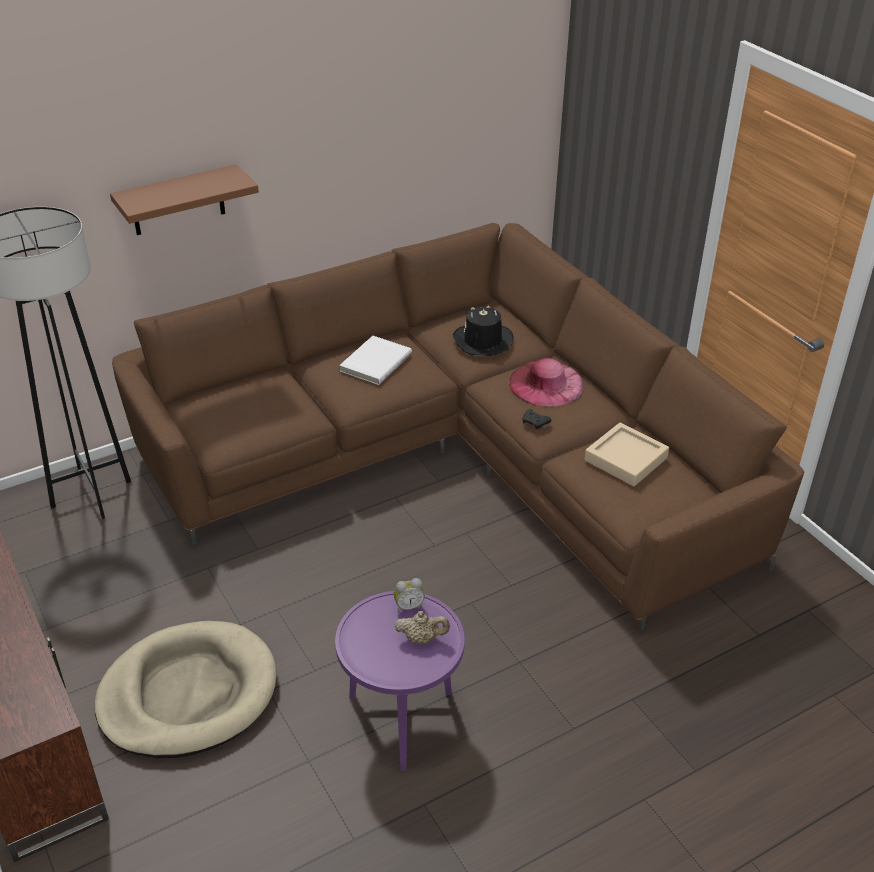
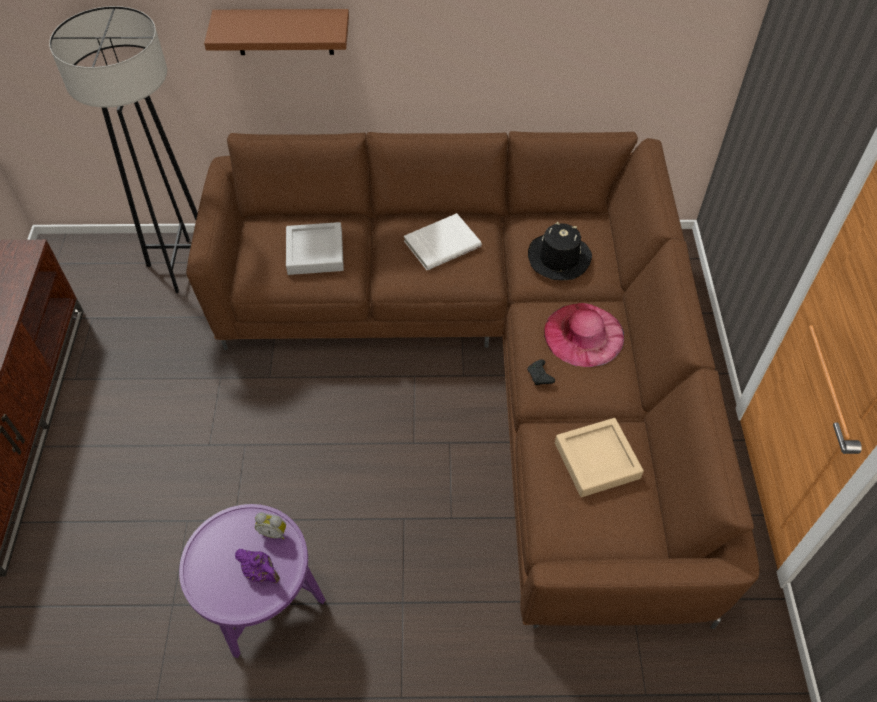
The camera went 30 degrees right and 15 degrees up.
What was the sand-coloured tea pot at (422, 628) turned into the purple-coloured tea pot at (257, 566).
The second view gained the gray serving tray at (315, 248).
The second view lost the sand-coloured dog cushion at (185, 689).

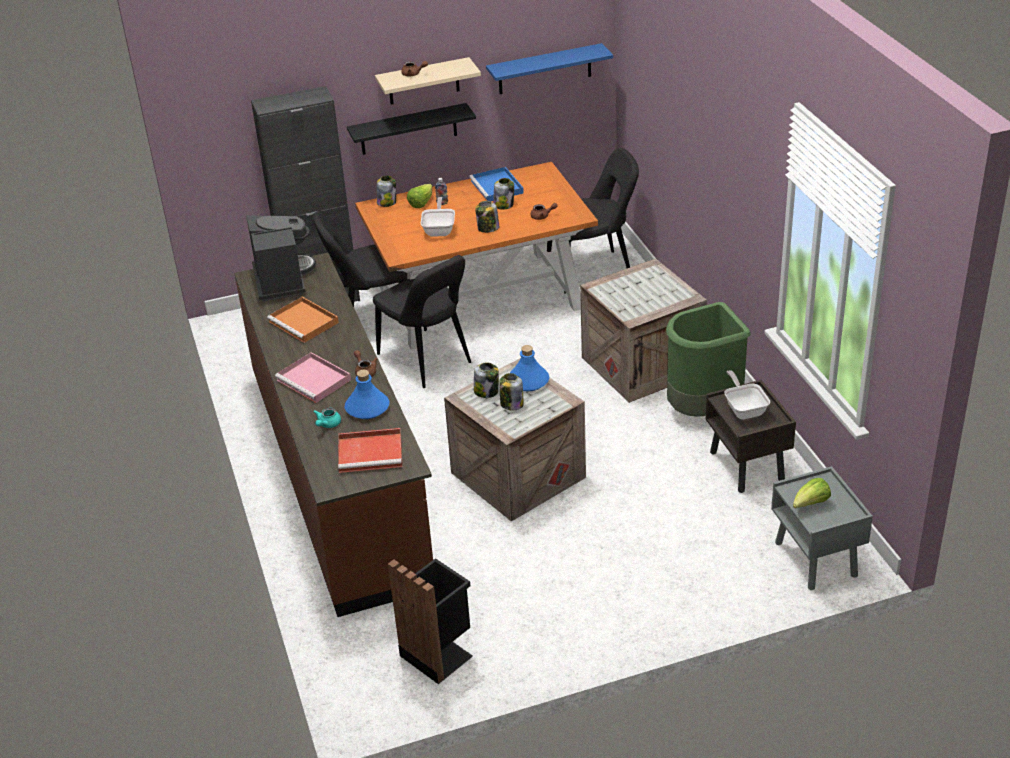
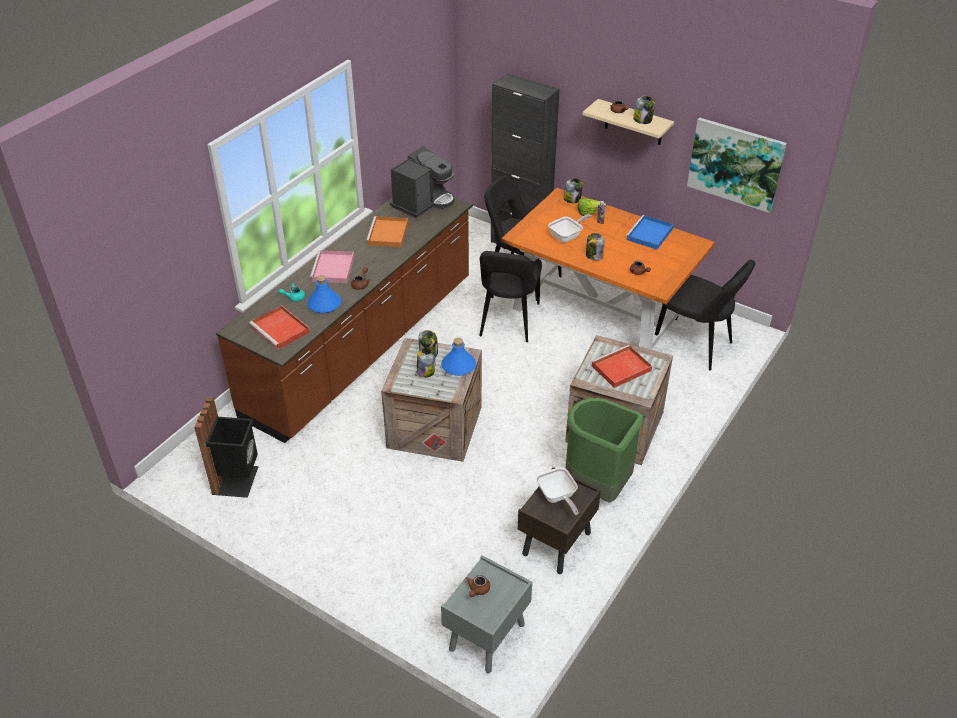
The camera went 50 degrees right and 5 degrees up.
Where the lettuce head stood at (812, 493), the brown-coloured tea pot came to stand at (477, 586).
The pan at (747, 395) ended up facing another way, 120 degrees clockwise from before.
The second view gained the red serving tray at (621, 366).
The preserve jar ended up elsewhere, having gone from (503, 194) to (644, 110).
Where the blue-coloured wall shelf hung at (549, 68), the wall picture came to hang at (737, 165).
The second view lost the blackish wall shelf at (411, 129).

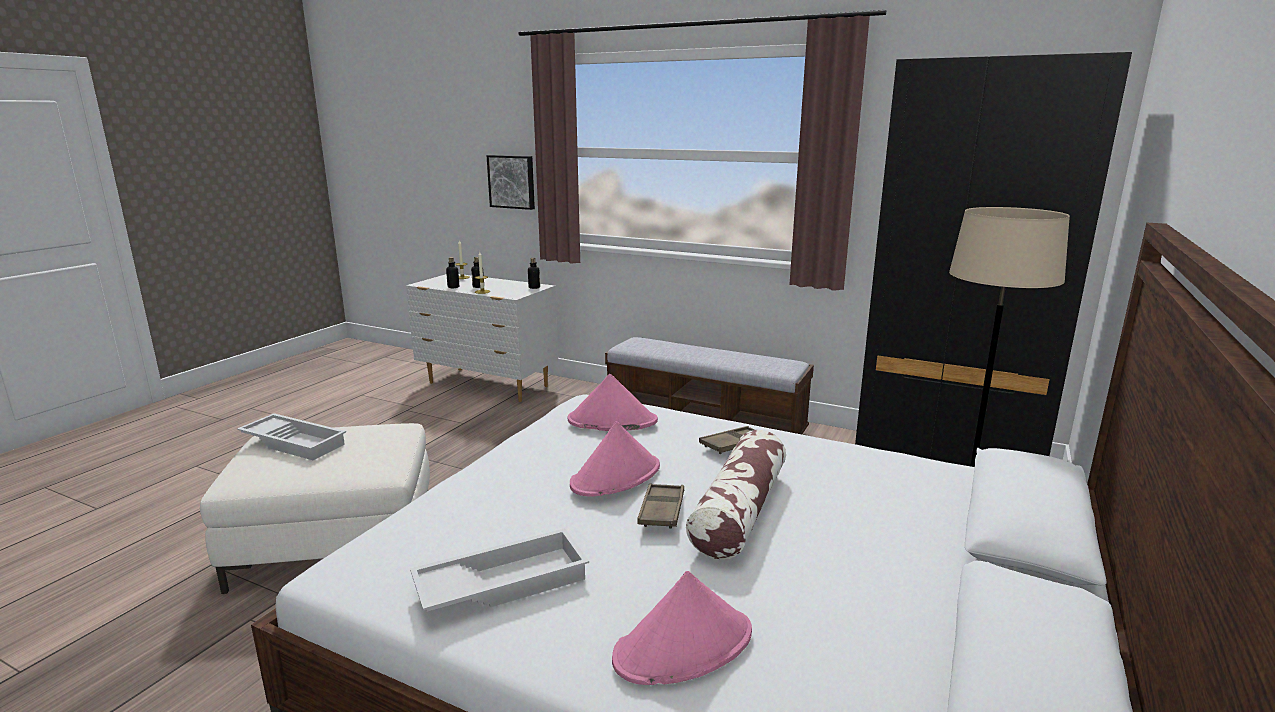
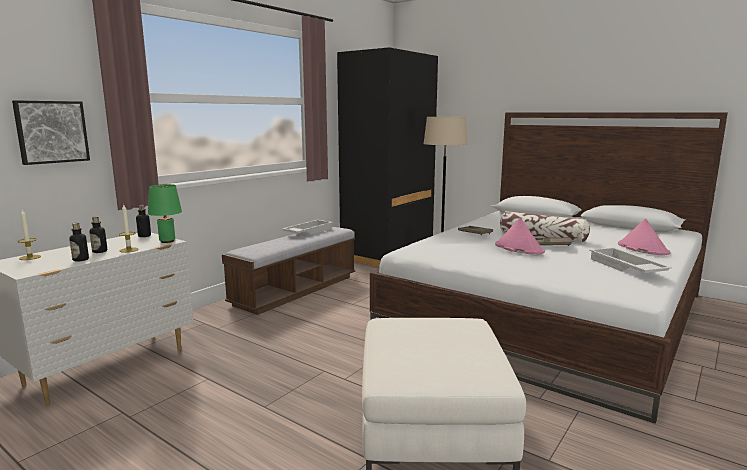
The camera went 80 degrees left and 5 degrees down.
The second view gained the green-coloured lamp for a table at (165, 213).
The white serving tray ended up elsewhere, having gone from (291, 436) to (307, 227).
The second view lost the pink clothing hat at (612, 402).

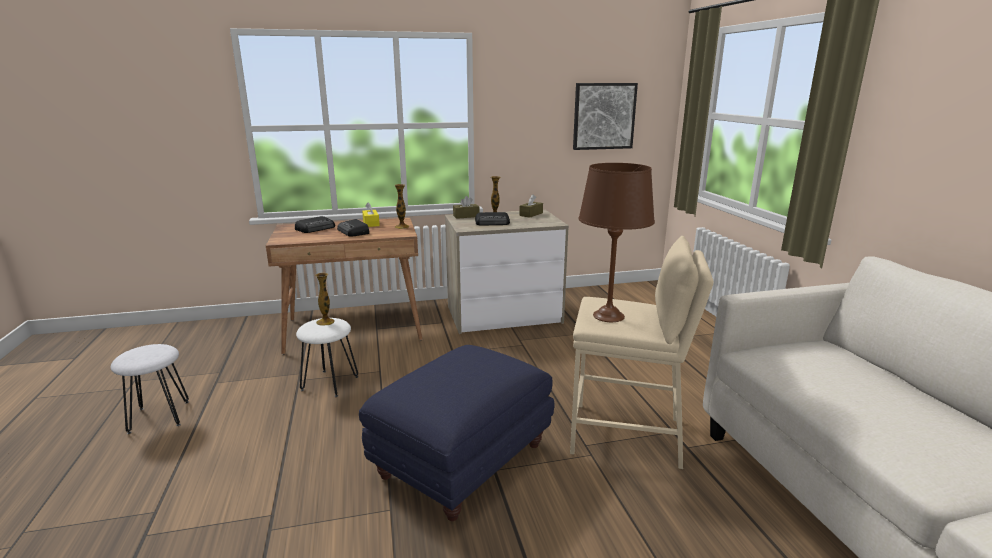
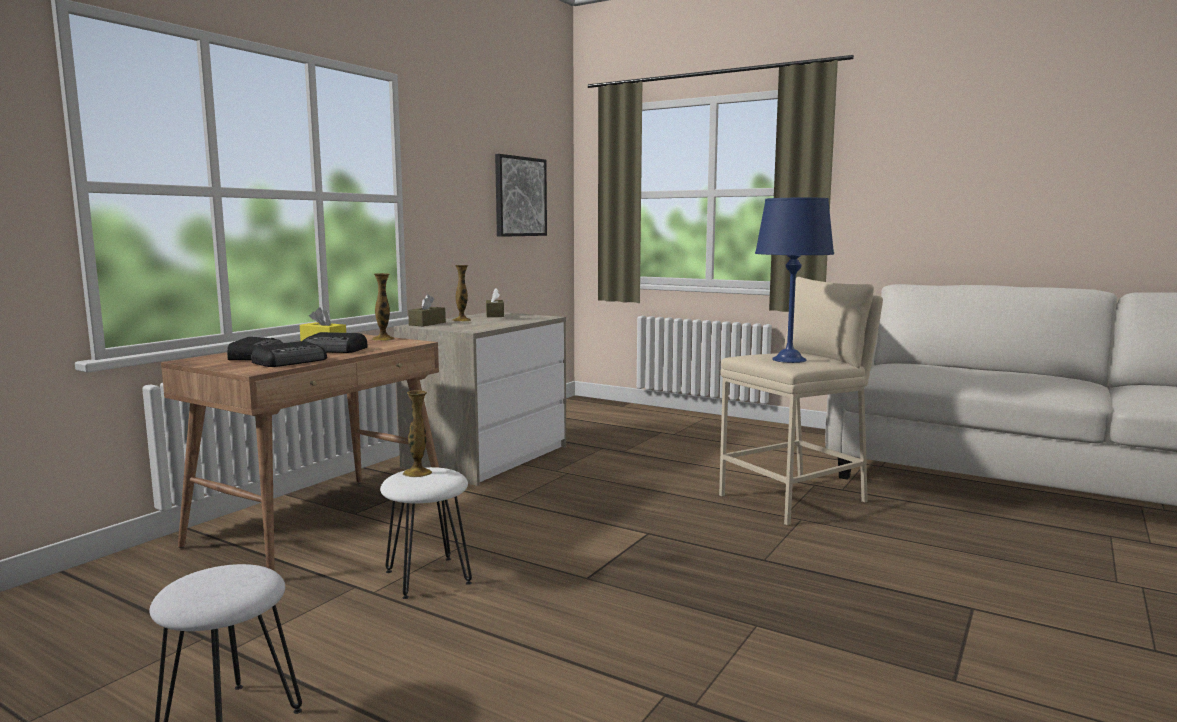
The camera went 45 degrees left and 10 degrees down.
The radio receiver ended up elsewhere, having gone from (492, 218) to (289, 354).
What was the brown-coloured lamp for a table at (616, 242) turned into the blue-coloured lamp for a table at (794, 280).
The second view lost the blue-coloured footrest at (457, 433).

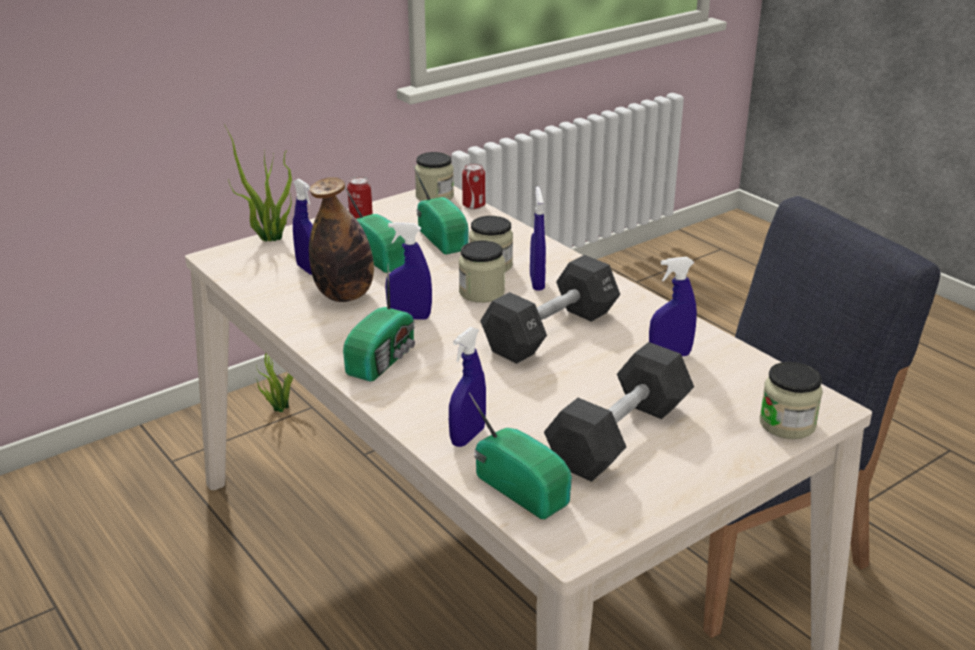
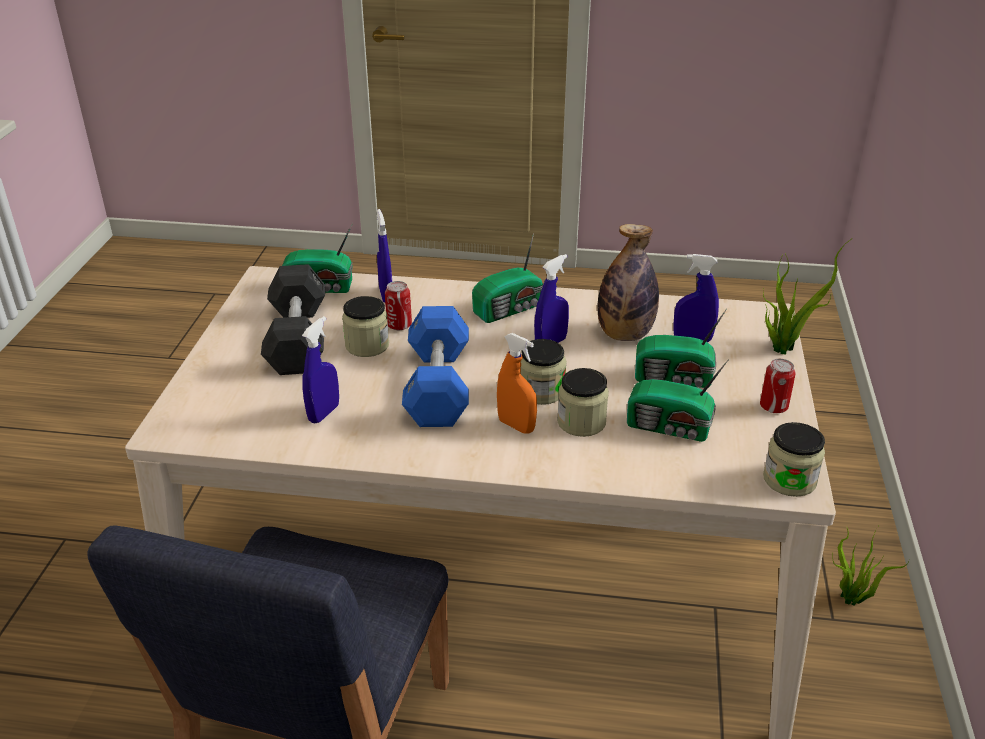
The camera went 135 degrees right and 5 degrees up.
The preserve jar ended up elsewhere, having gone from (791, 400) to (365, 326).
The can ended up elsewhere, having gone from (473, 186) to (398, 305).
What was the blackish hand weight at (550, 309) turned into the blue-coloured hand weight at (435, 366).
The radio receiver at (379, 323) ended up facing another way, 105 degrees counterclockwise from before.
What was the blue-coloured sprayer at (538, 238) turned into the orange sprayer at (517, 383).

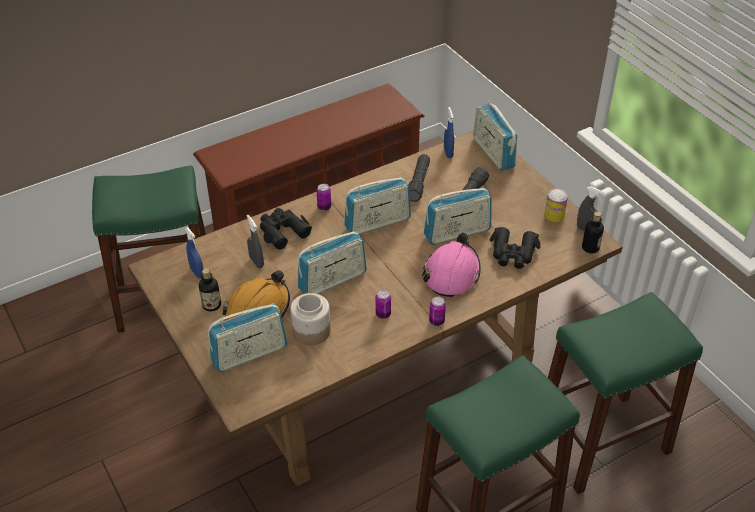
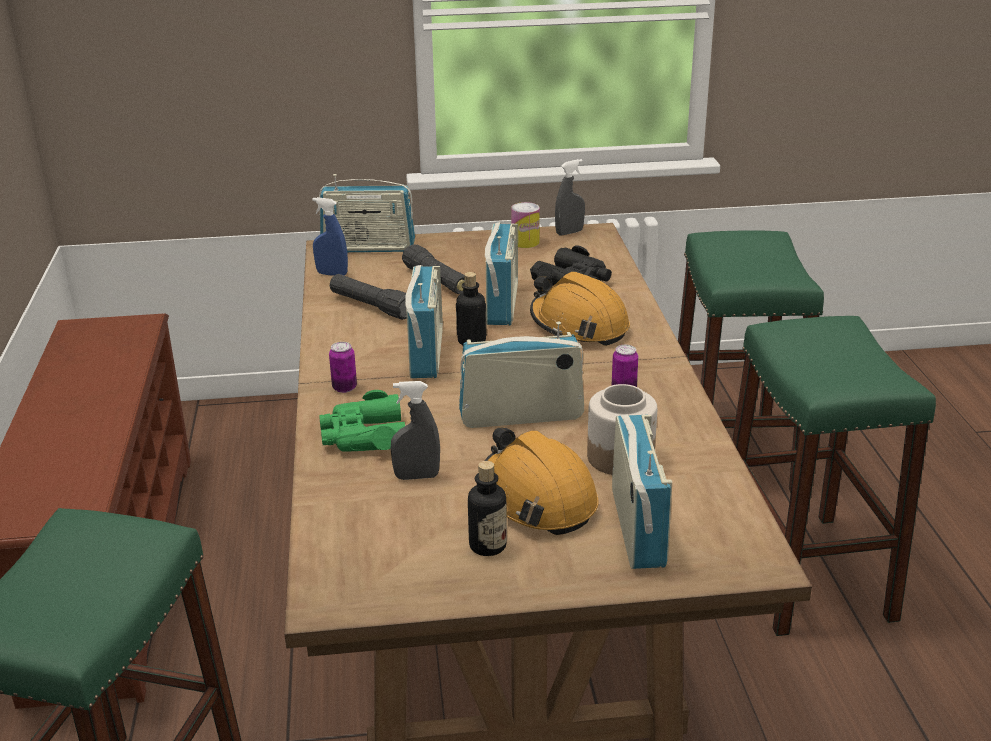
The camera went 65 degrees left and 15 degrees down.
What was the blackish binoculars at (286, 229) turned into the green-coloured binoculars at (362, 421).
The bottle ended up elsewhere, having gone from (593, 232) to (471, 308).
The radio receiver at (332, 262) ended up facing another way, 90 degrees counterclockwise from before.
What was the pink hard hat at (451, 265) turned into the orange hard hat at (580, 309).
The second view lost the blue-coloured sprayer at (194, 252).
The second view lost the can at (437, 311).

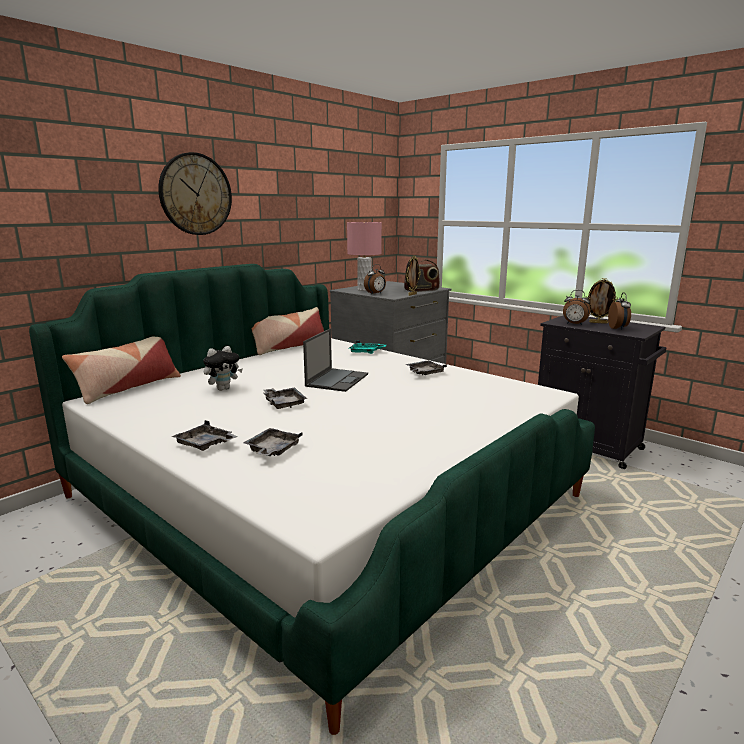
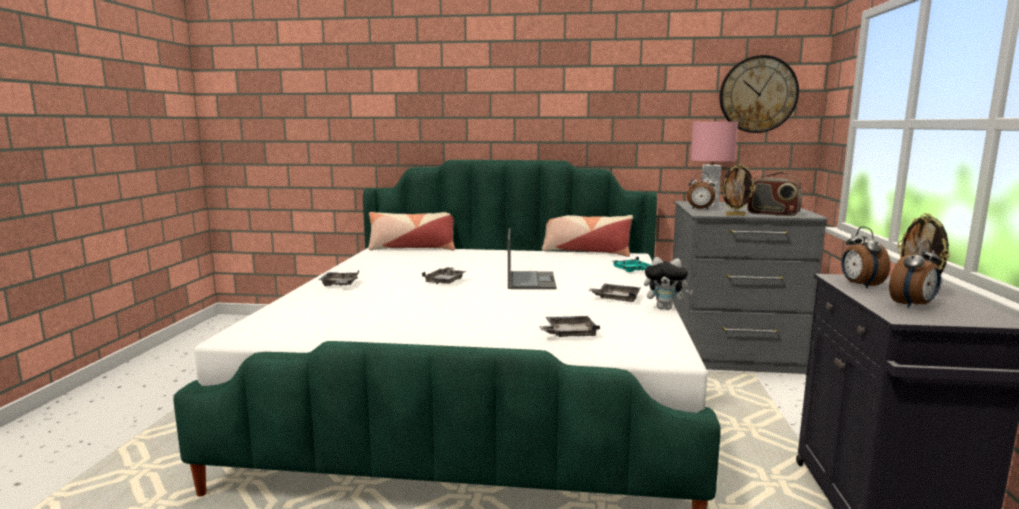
The camera went 55 degrees right and 5 degrees down.
The portable computer at (335, 360) ended up facing another way, 75 degrees counterclockwise from before.
The gray serving tray ended up elsewhere, having gone from (273, 442) to (569, 326).
The plush toy ended up elsewhere, having gone from (223, 368) to (669, 283).
The clock on the wall ended up elsewhere, having gone from (195, 193) to (759, 94).

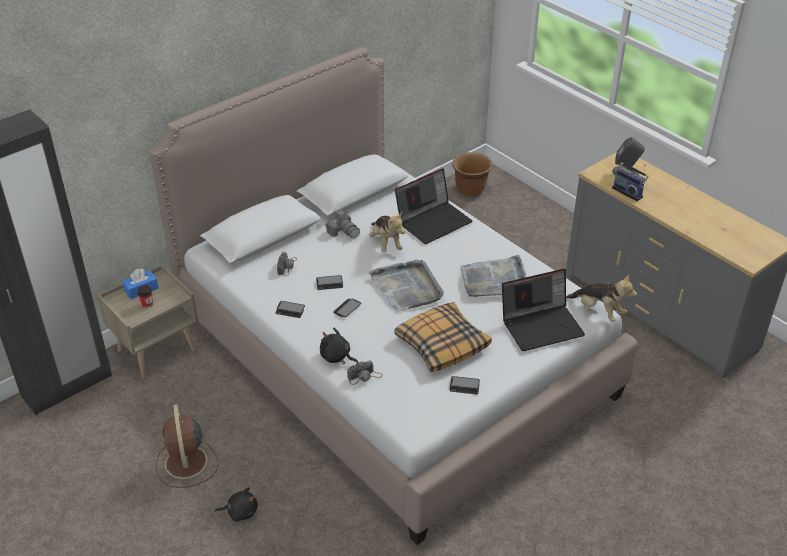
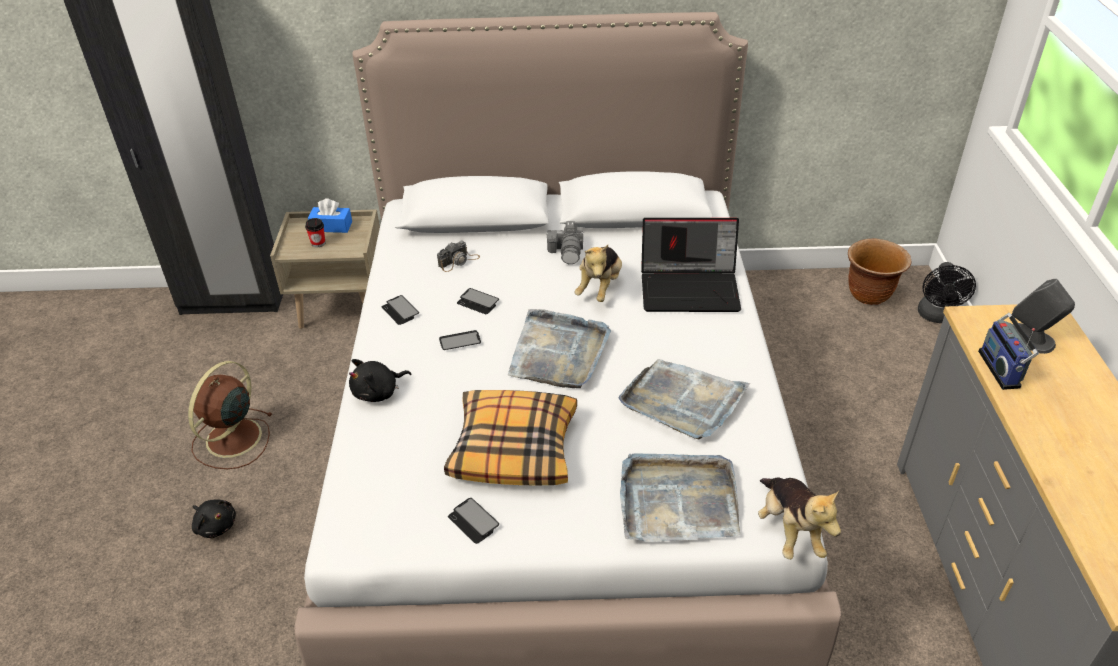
The camera went 40 degrees right and 0 degrees up.
The blackish plush toy at (339, 346) ended up facing another way, 105 degrees counterclockwise from before.
Where the portable computer stood at (543, 310), the gray serving tray came to stand at (680, 497).
The second view gained the blackish electric fan at (947, 292).
The second view lost the photo camera at (365, 372).

